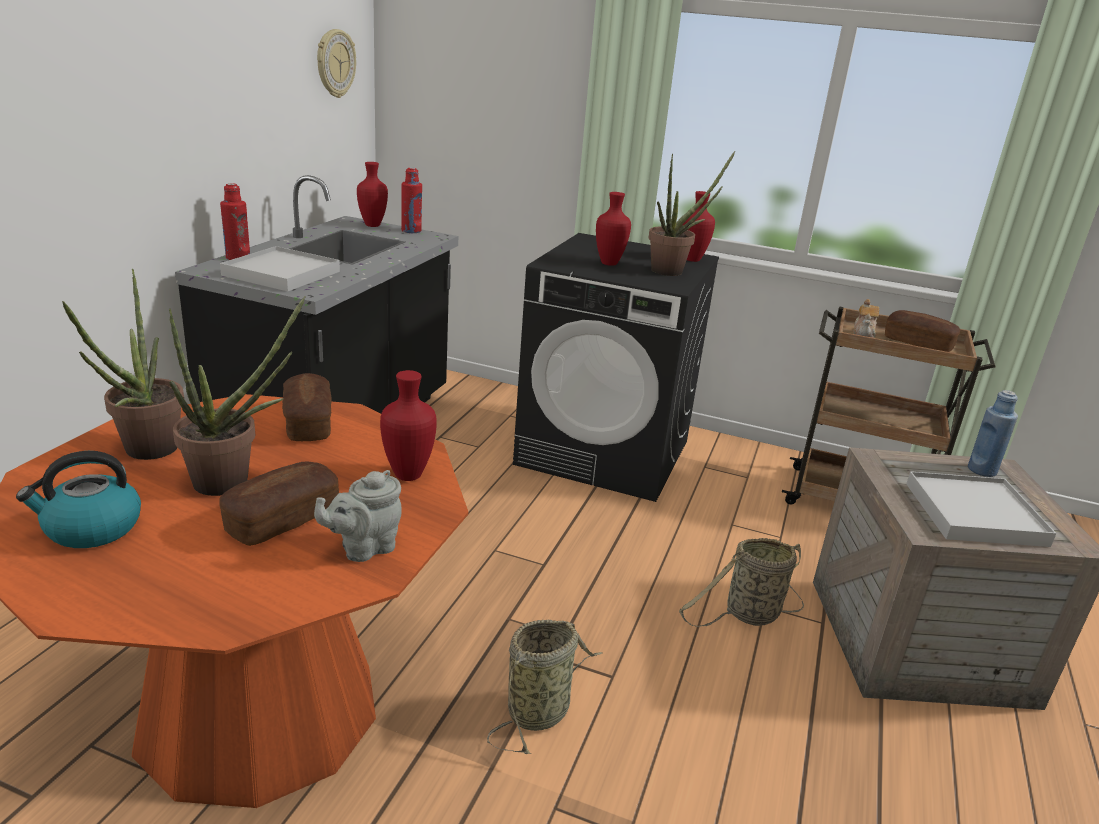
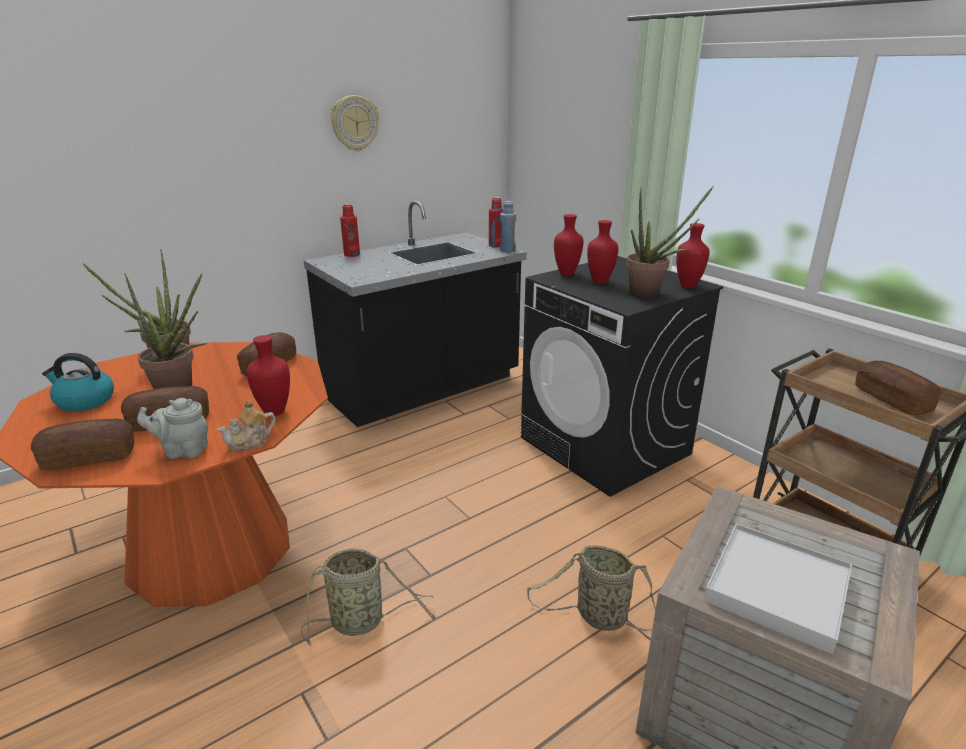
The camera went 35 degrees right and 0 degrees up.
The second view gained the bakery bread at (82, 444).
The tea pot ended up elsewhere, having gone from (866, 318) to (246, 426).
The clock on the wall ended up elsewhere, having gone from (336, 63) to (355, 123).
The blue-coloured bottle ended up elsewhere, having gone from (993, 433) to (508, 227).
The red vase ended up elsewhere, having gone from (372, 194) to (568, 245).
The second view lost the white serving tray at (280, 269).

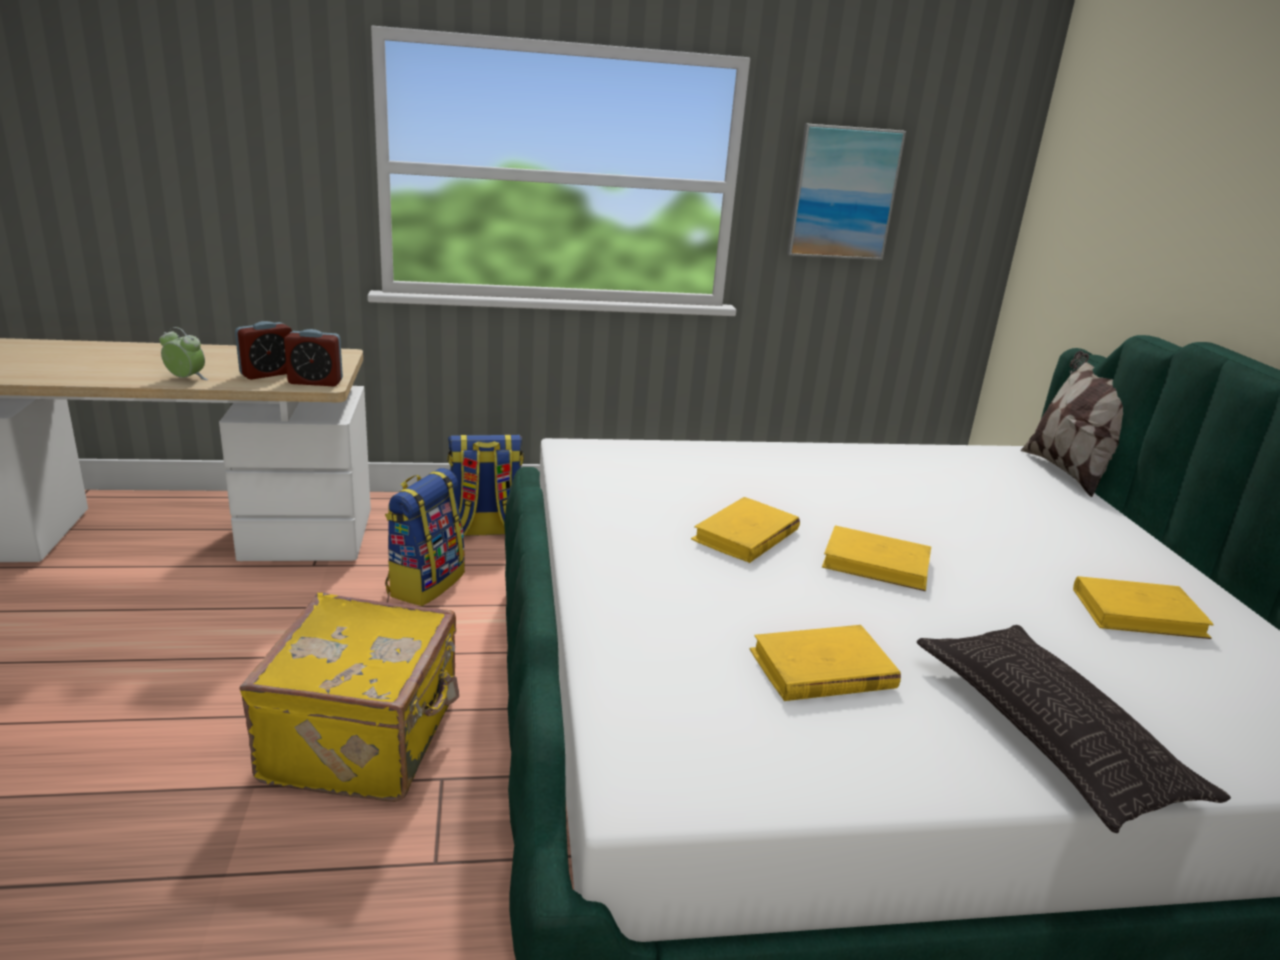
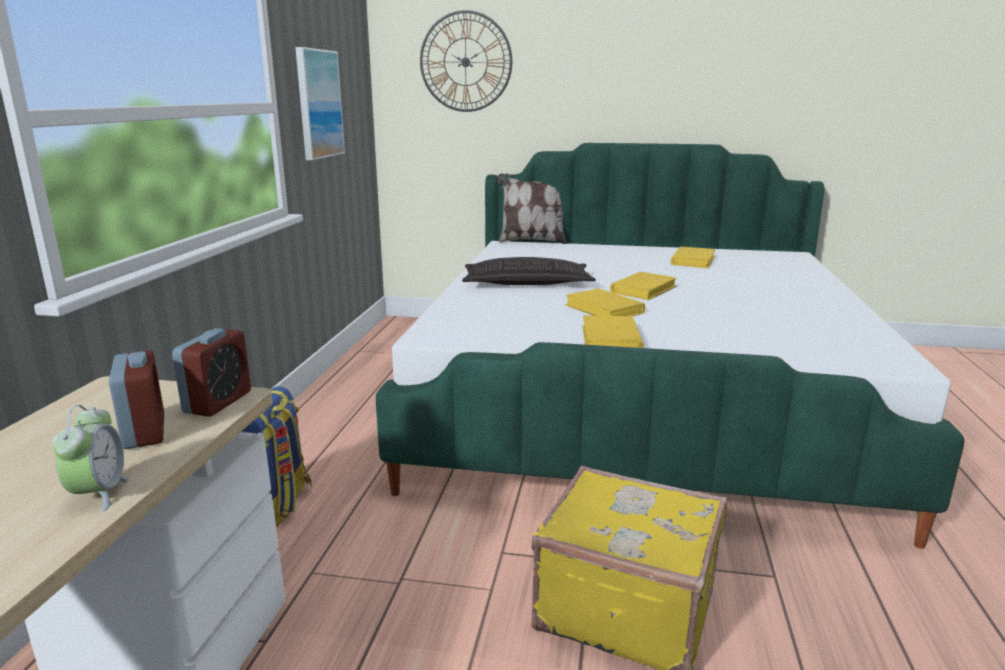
The camera went 70 degrees left and 5 degrees down.
The table clock at (183, 353) ended up facing another way, 135 degrees clockwise from before.
The second view gained the clock on the wall at (466, 61).
The pillow ended up elsewhere, having gone from (1074, 729) to (529, 271).
The yellow-coloured book ended up elsewhere, having gone from (825, 663) to (613, 331).
The second view lost the rucksack at (425, 537).

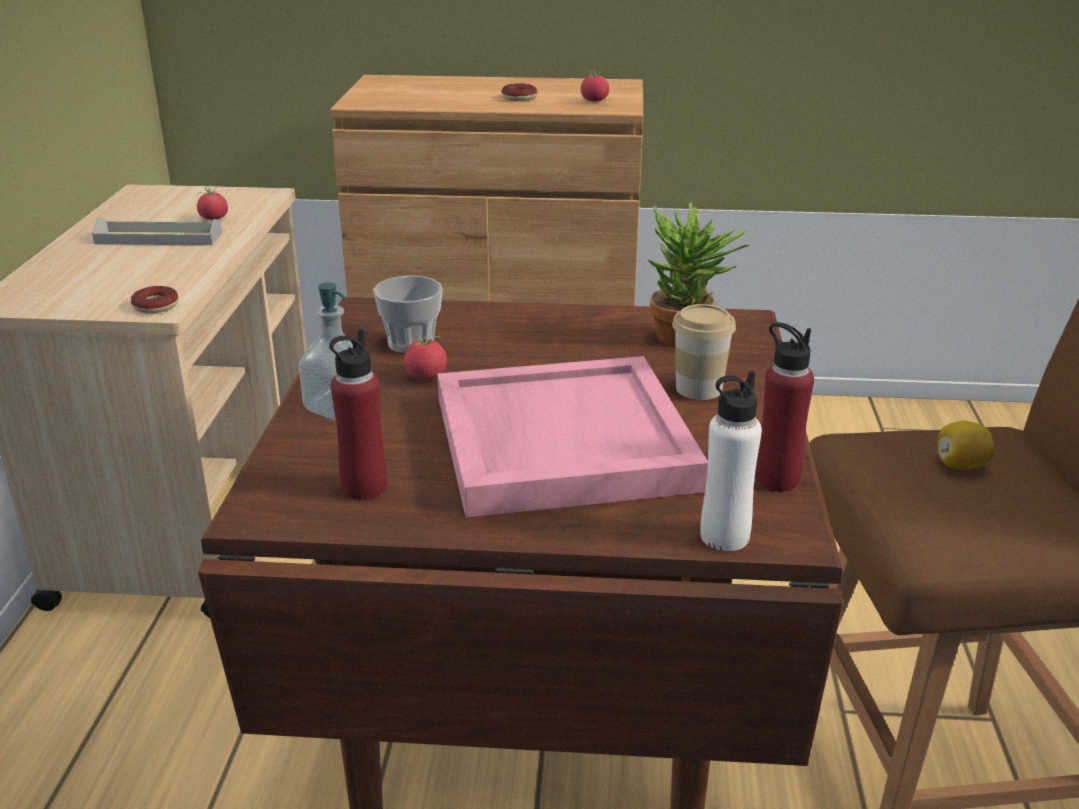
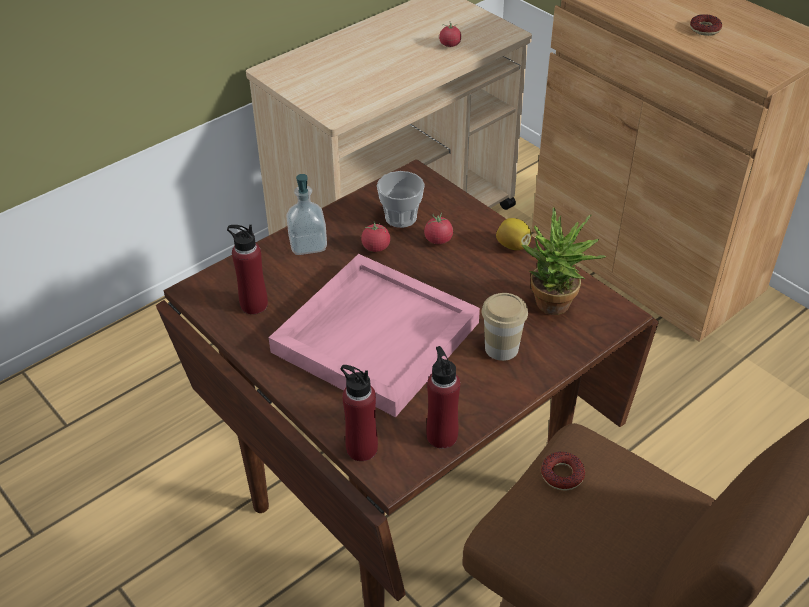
The camera went 45 degrees right and 15 degrees up.
What was the white bottle at (731, 461) turned into the red bottle at (359, 413).
The whole tomato ended up elsewhere, having gone from (595, 85) to (438, 228).
The citrus fruit ended up elsewhere, having gone from (966, 445) to (514, 234).
The donut ended up elsewhere, having gone from (154, 299) to (563, 471).
The second view lost the gray serving tray at (157, 231).

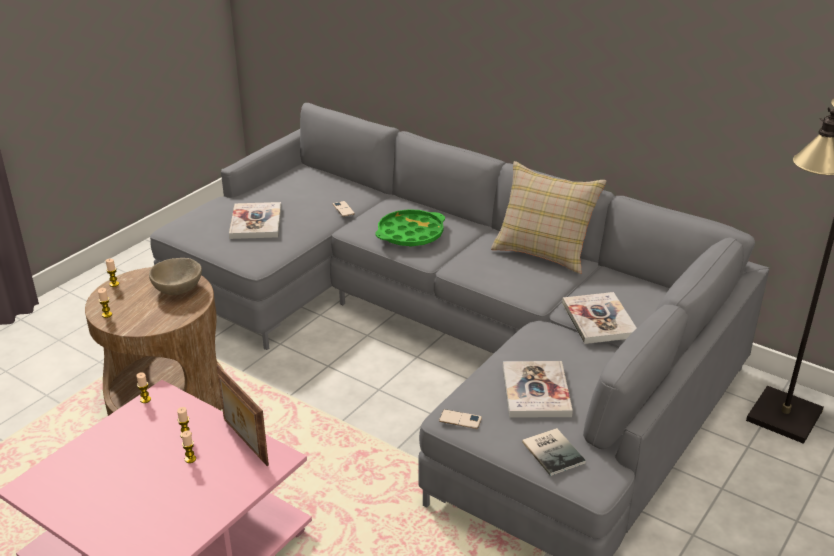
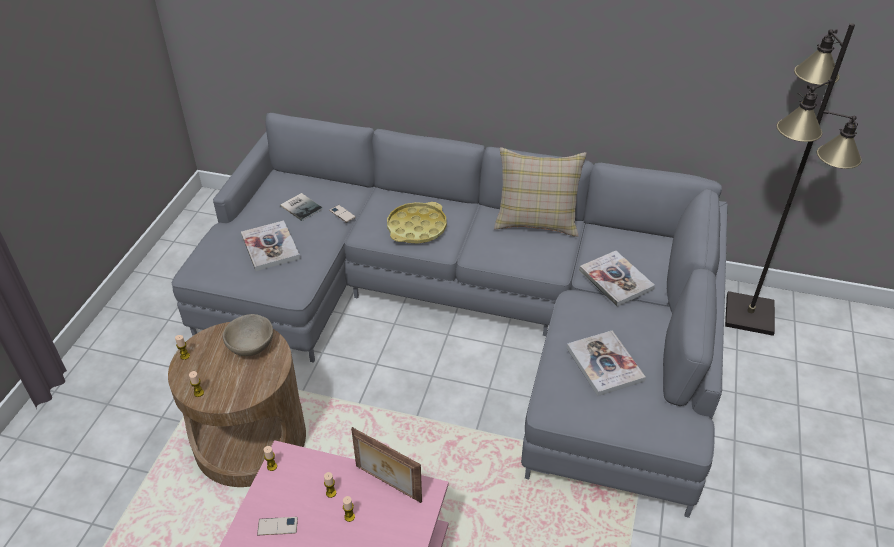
The camera went 20 degrees left and 10 degrees up.
The telephone ended up elsewhere, having gone from (460, 419) to (277, 526).
The book ended up elsewhere, having gone from (554, 452) to (301, 207).
What was the green-coloured serving tray at (410, 228) turned into the yellow-coloured serving tray at (417, 223).

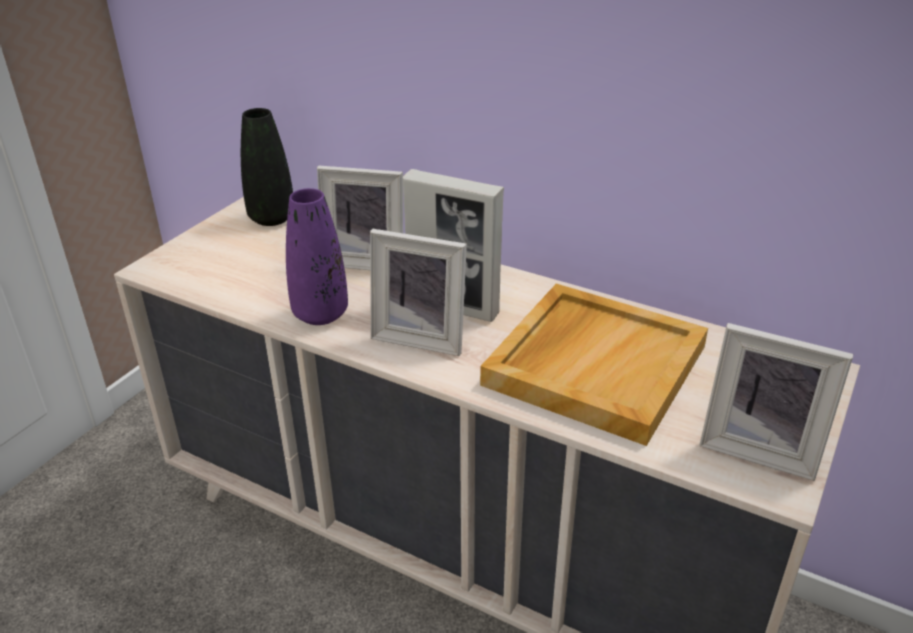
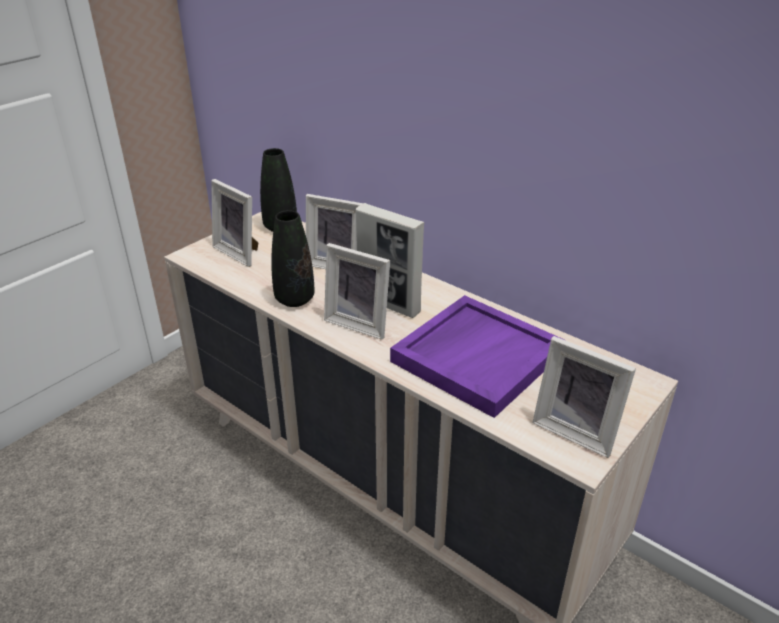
The camera went 10 degrees right and 0 degrees up.
The second view gained the photo frame at (235, 223).
What was the purple-coloured vase at (317, 256) turned into the blackish vase at (293, 258).
What was the sand-coloured serving tray at (594, 365) turned into the purple-coloured serving tray at (477, 356).

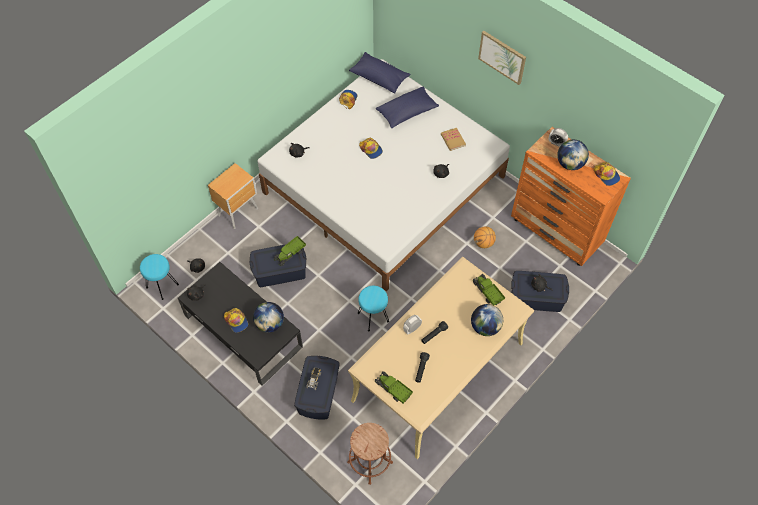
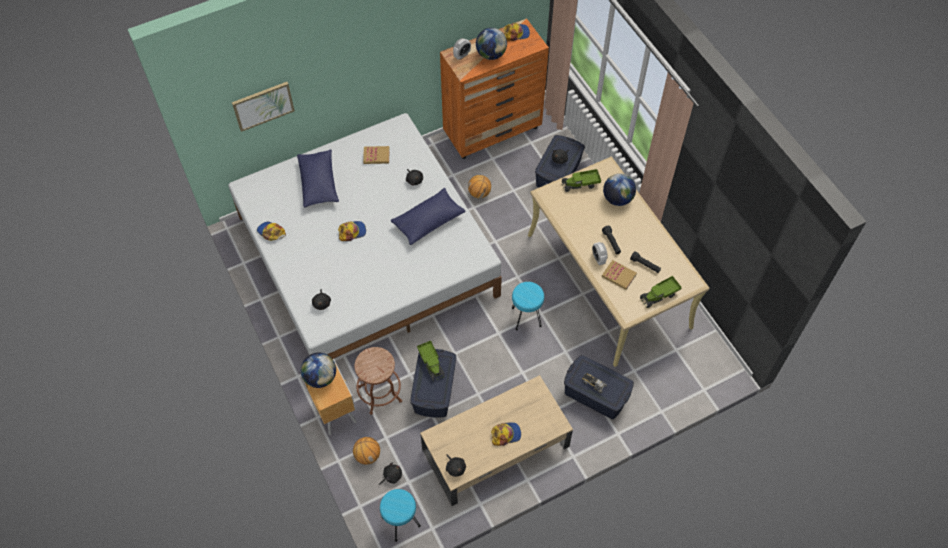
The camera went 70 degrees left and 0 degrees up.
The wall picture ended up elsewhere, having gone from (502, 58) to (263, 107).
The desk globe ended up elsewhere, having gone from (268, 317) to (318, 370).
The second view gained the basketball ball at (366, 451).
The brown-coloured sitting stool ended up elsewhere, having gone from (370, 454) to (378, 381).
The blue-coloured pillow ended up elsewhere, having gone from (379, 73) to (428, 216).
What was the blackish coffee table at (240, 324) turned into the sand-coloured coffee table at (496, 440).
The second view gained the book at (619, 275).

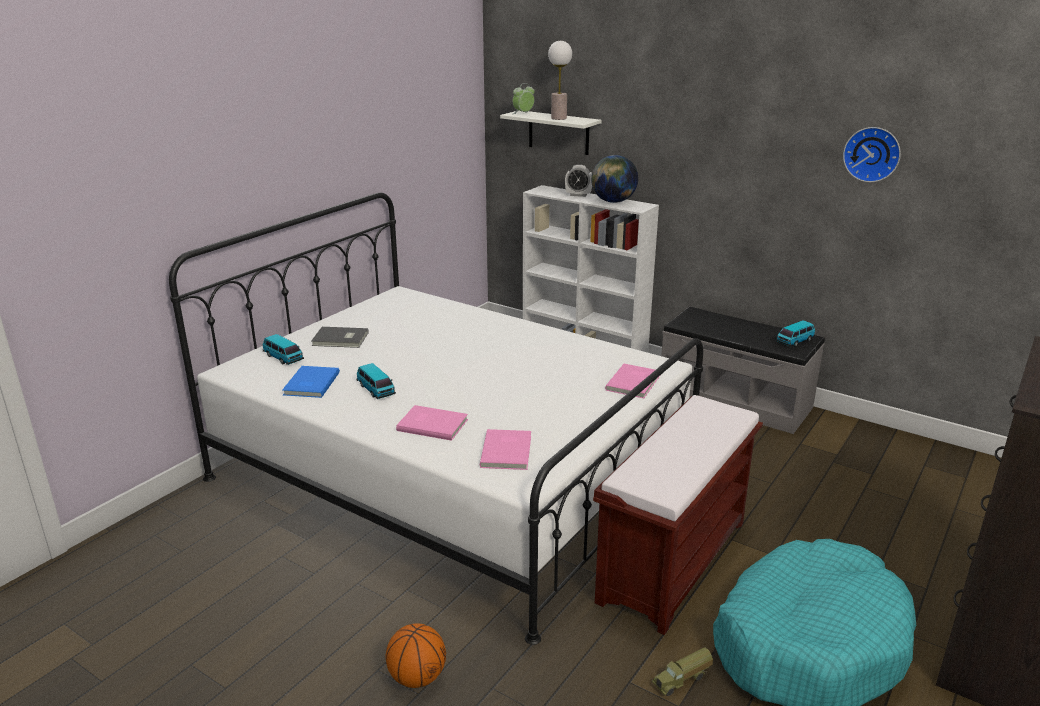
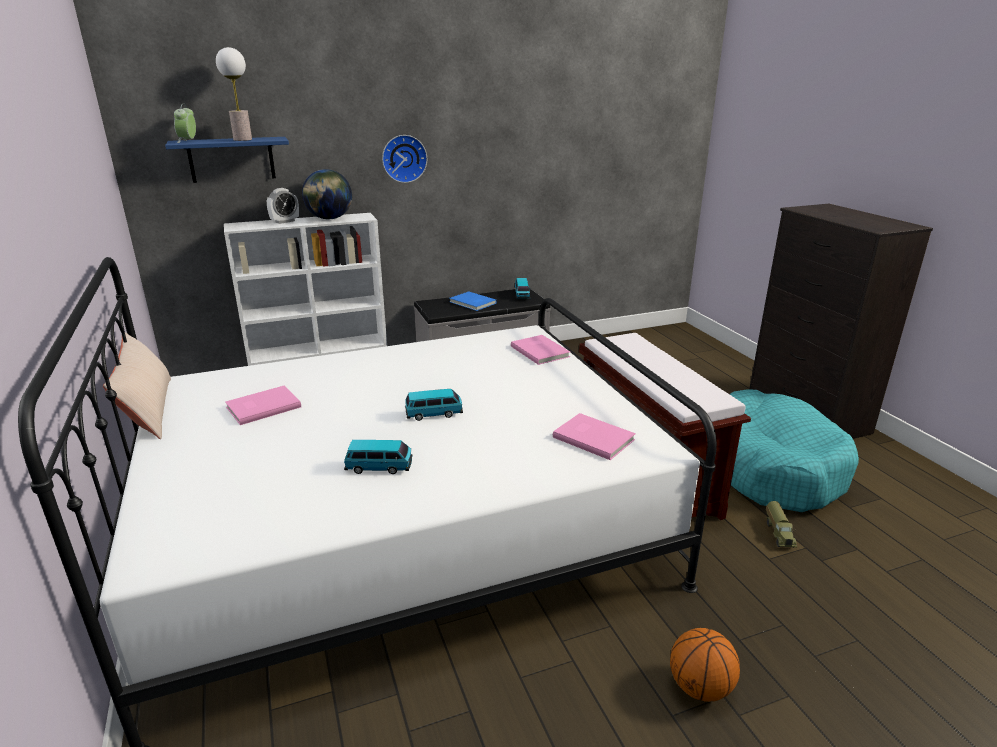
The camera went 55 degrees left and 0 degrees up.
The second view gained the sand-coloured pillow at (137, 385).
What was the white wall shelf at (551, 133) turned into the blue-coloured wall shelf at (227, 160).
The pink book ended up elsewhere, having gone from (432, 423) to (263, 405).
The clock on the wall ended up elsewhere, having gone from (872, 154) to (404, 159).
The miniature car ended up elsewhere, having gone from (283, 349) to (434, 405).
The blue-coloured book ended up elsewhere, having gone from (311, 382) to (473, 301).
The second view lost the gray book at (339, 337).

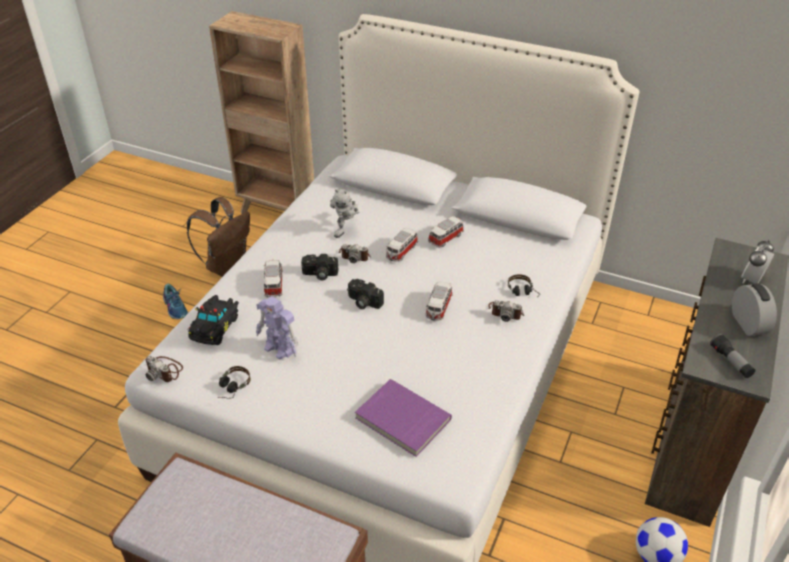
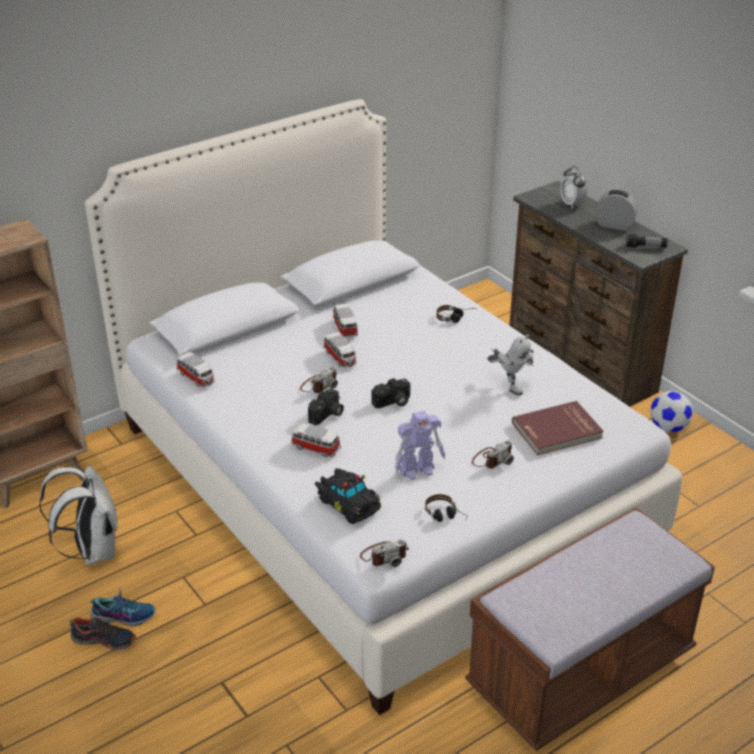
The camera went 60 degrees left and 5 degrees down.
What was the brown-coloured rucksack at (218, 237) turned into the white rucksack at (78, 515).
The second view gained the low shoe at (103, 634).
The miniature car ended up elsewhere, having gone from (439, 301) to (196, 369).
The photo camera ended up elsewhere, having gone from (506, 311) to (493, 454).
The toy robot ended up elsewhere, having gone from (344, 213) to (510, 365).
What was the purple-coloured book at (403, 418) turned into the red book at (558, 428).

